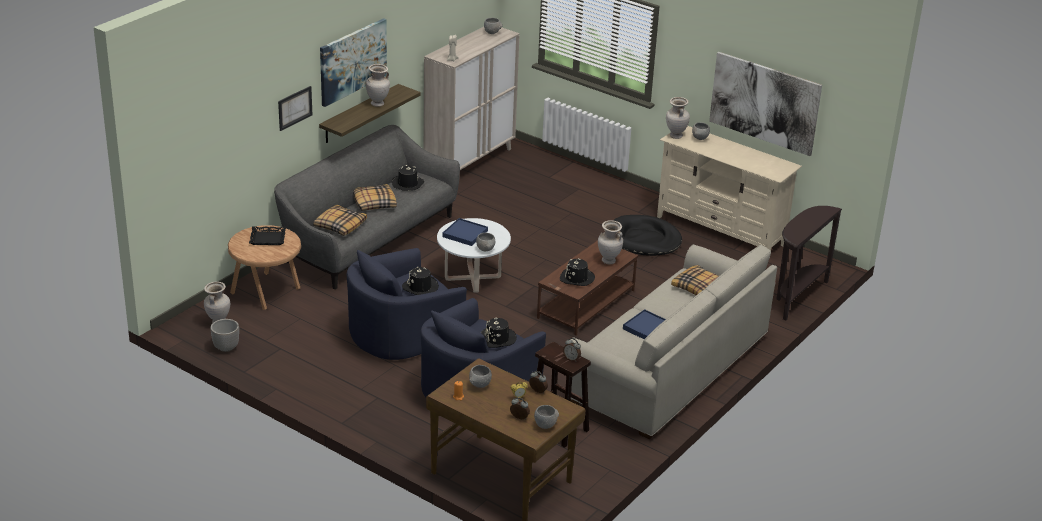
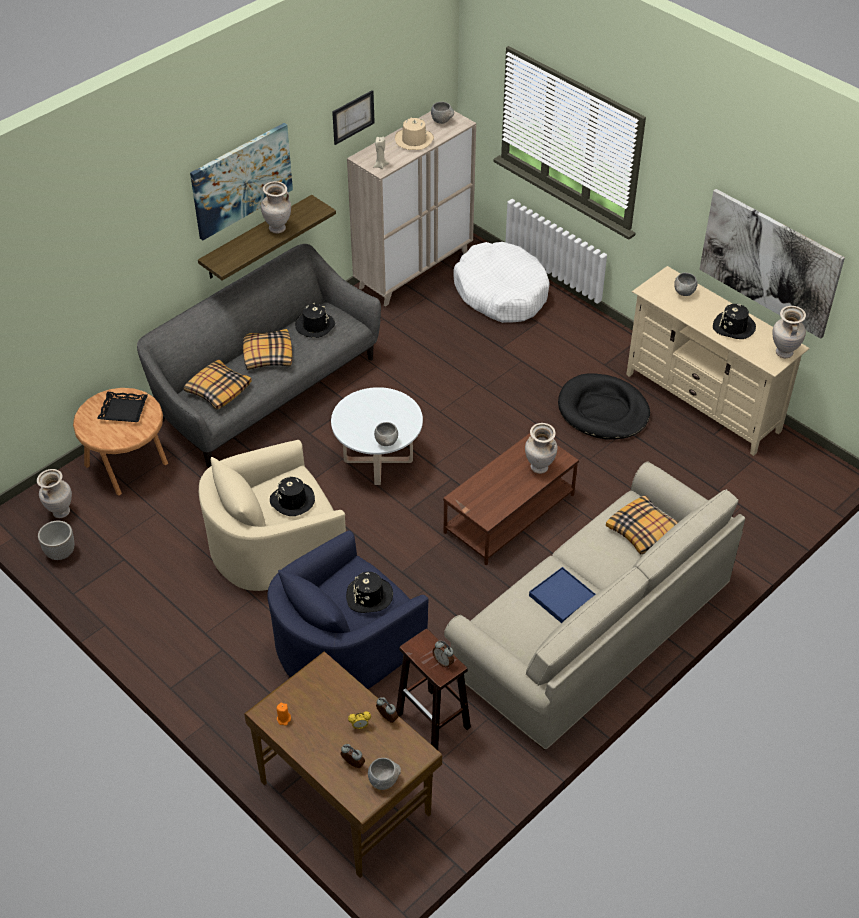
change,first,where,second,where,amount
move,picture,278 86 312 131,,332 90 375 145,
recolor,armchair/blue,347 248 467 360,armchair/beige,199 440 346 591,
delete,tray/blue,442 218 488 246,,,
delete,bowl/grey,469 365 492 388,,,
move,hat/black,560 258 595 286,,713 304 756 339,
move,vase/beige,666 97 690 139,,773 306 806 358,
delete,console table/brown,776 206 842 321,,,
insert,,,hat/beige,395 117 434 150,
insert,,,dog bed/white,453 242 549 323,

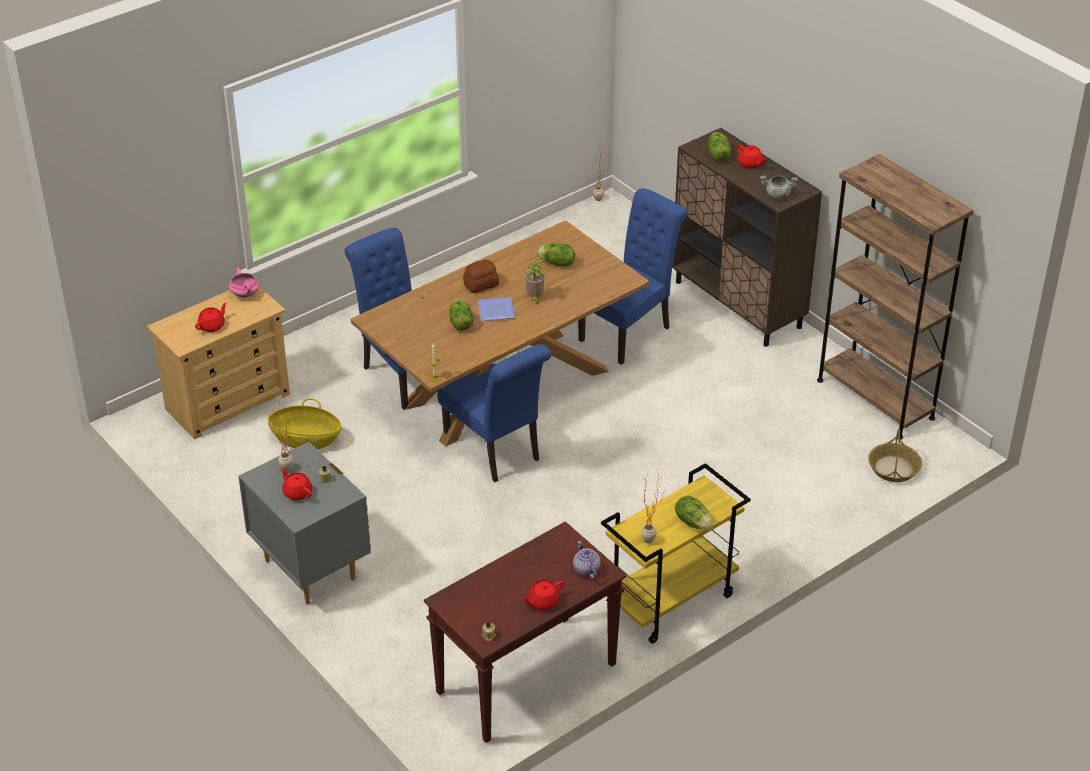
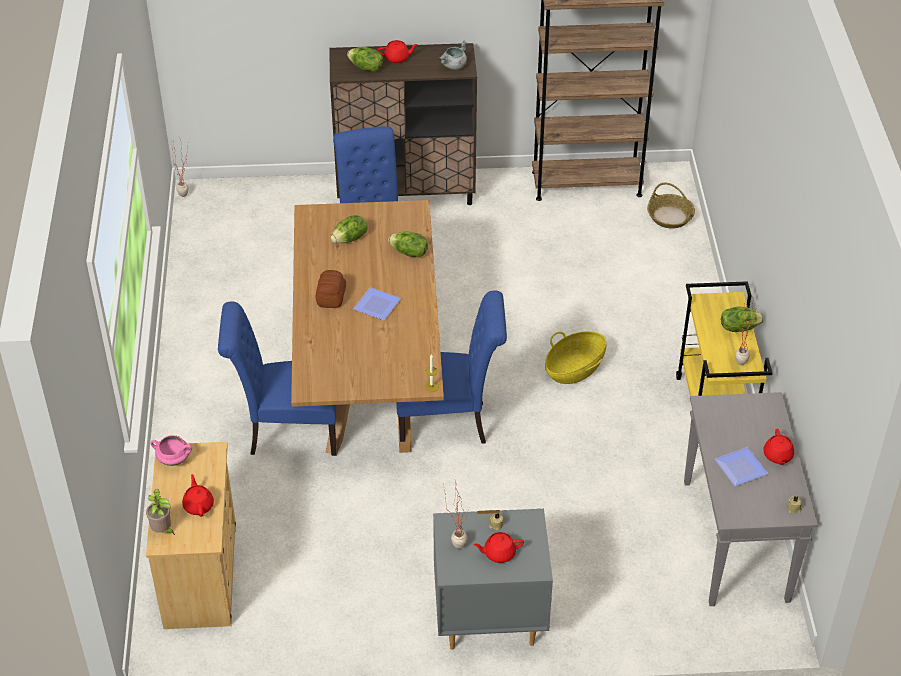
change,first,where,second,where,amount
move,basket,267 398 342 449,,545 331 606 384,
recolor,console table/brown,424 521 627 743,console table/grey,684 392 818 606,
move,lettuce,449 299 473 331,,388 232 428 257,
move,potted plant,525 259 545 305,,146 489 175 535,
delete,teapot,573 541 601 579,,,
insert,,,plate,714 447 768 486,

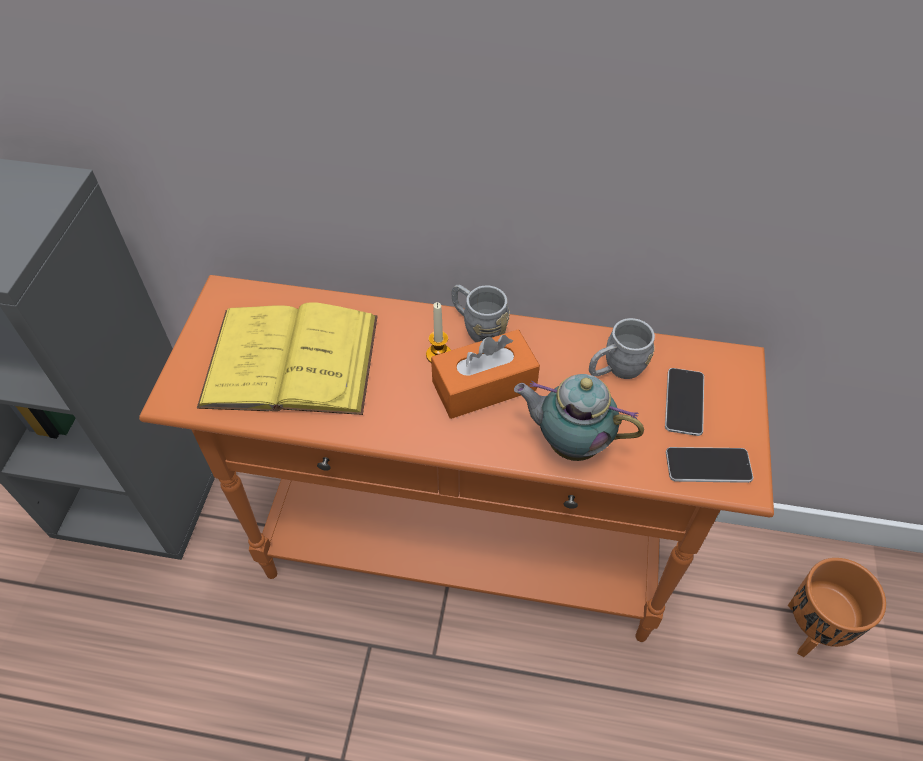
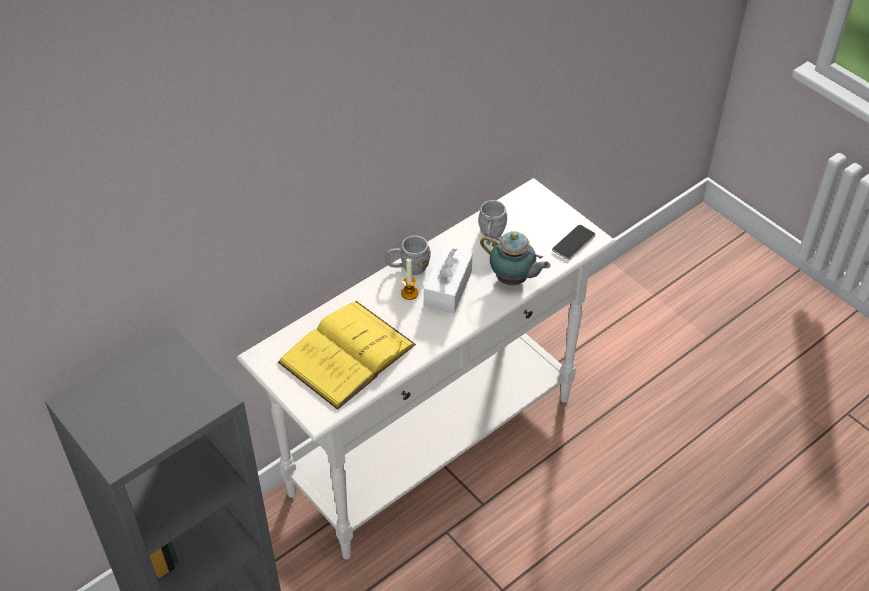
change,first,where,second,where,amount
recolor,console table/orange,139 275 774 642,console table/white,237 178 616 559,
recolor,tissue box/orange,431 330 540 419,tissue box/white,424 247 472 313,
rotate,teapot,514 374 644 461,,480 231 550 285,120 degrees counterclockwise
delete,phone,665 368 704 436,,,
delete,planter/orange,788 558 886 657,,,

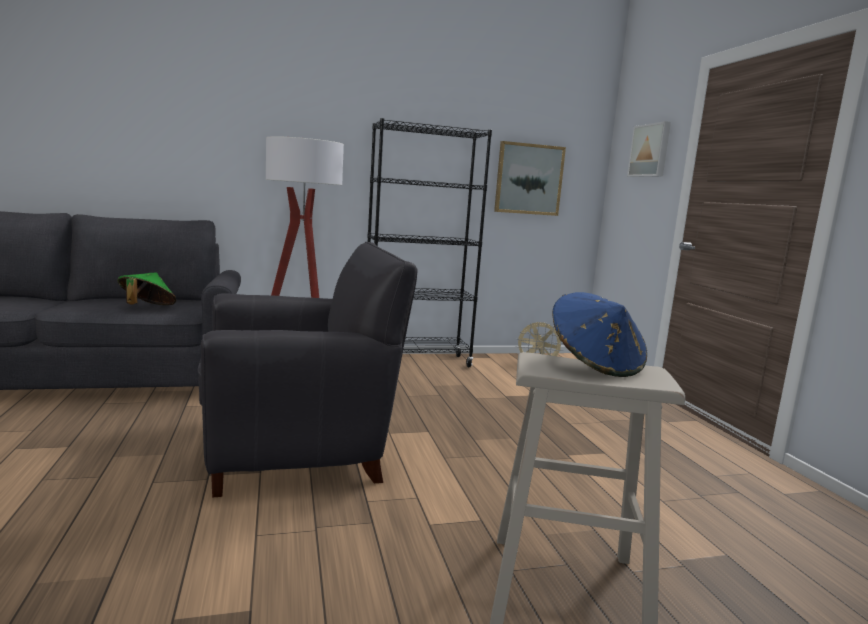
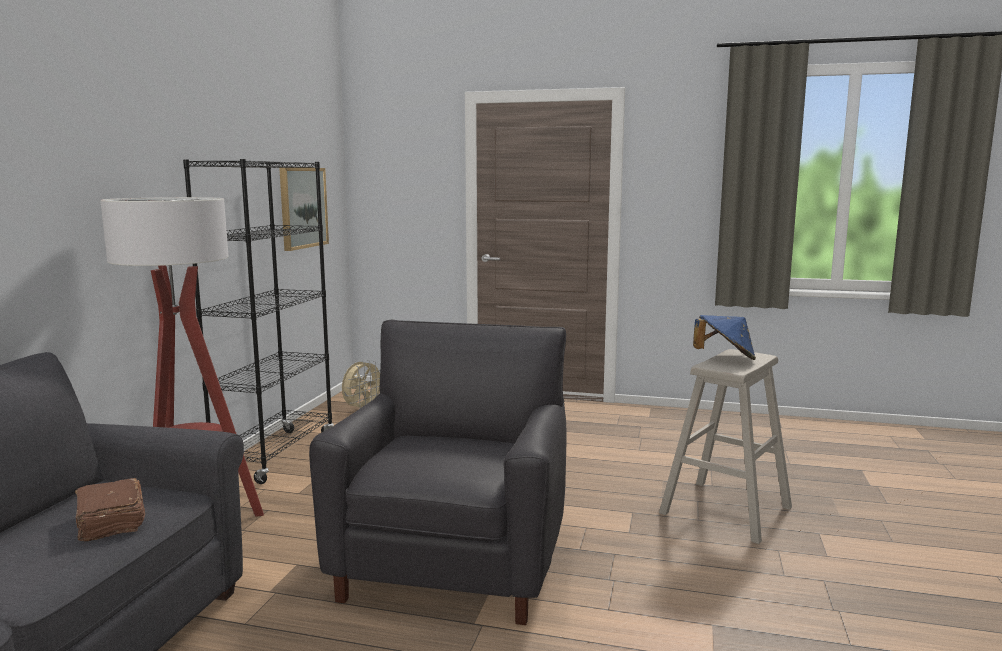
change,first,where,second,where,amount
replace,hat/green,117 272 177 305,book/brown,75 478 145 541,
delete,picture,627 121 671 177,,,

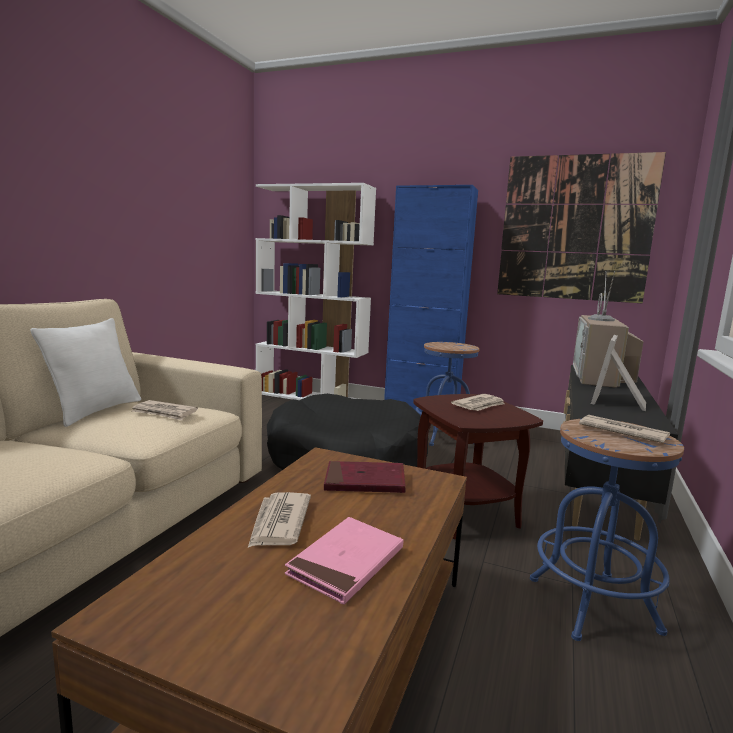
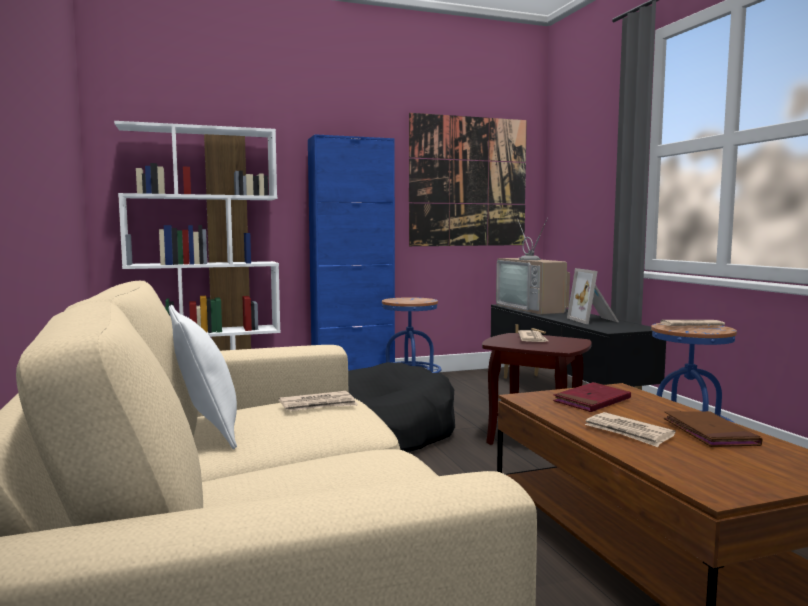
change,first,where,second,where,amount
recolor,book/pink,285 517 404 605,book/brown,664 411 762 447,

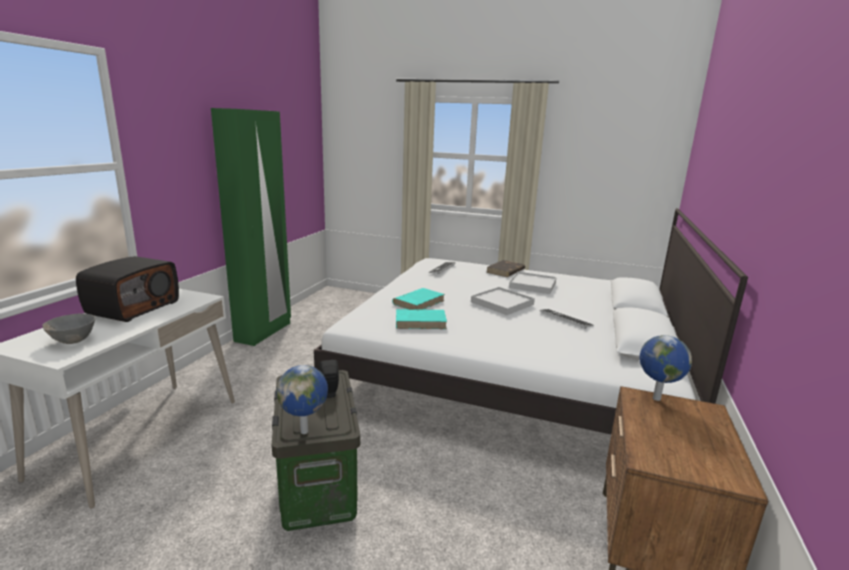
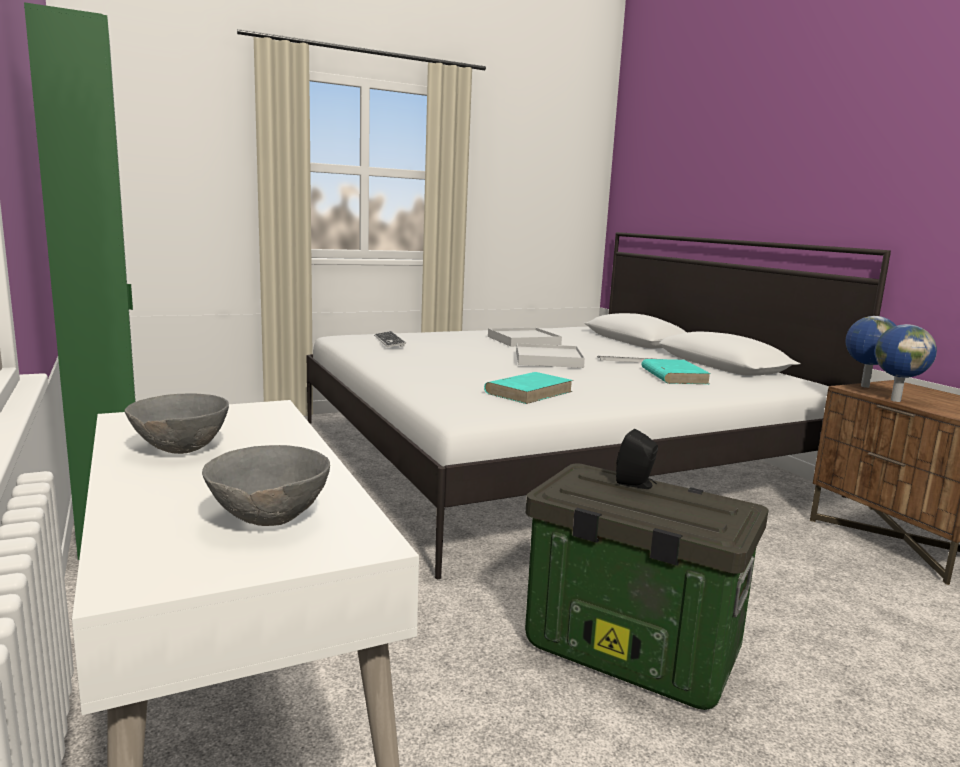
change,first,where,second,where,amount
replace,radio,76 256 179 322,bowl/grey,125 393 229 454,
move,globe,276 365 328 434,,875 324 937 402,
move,book/turquoise,392 288 445 310,,641 359 711 384,
delete,book/brown,486 260 525 277,,,

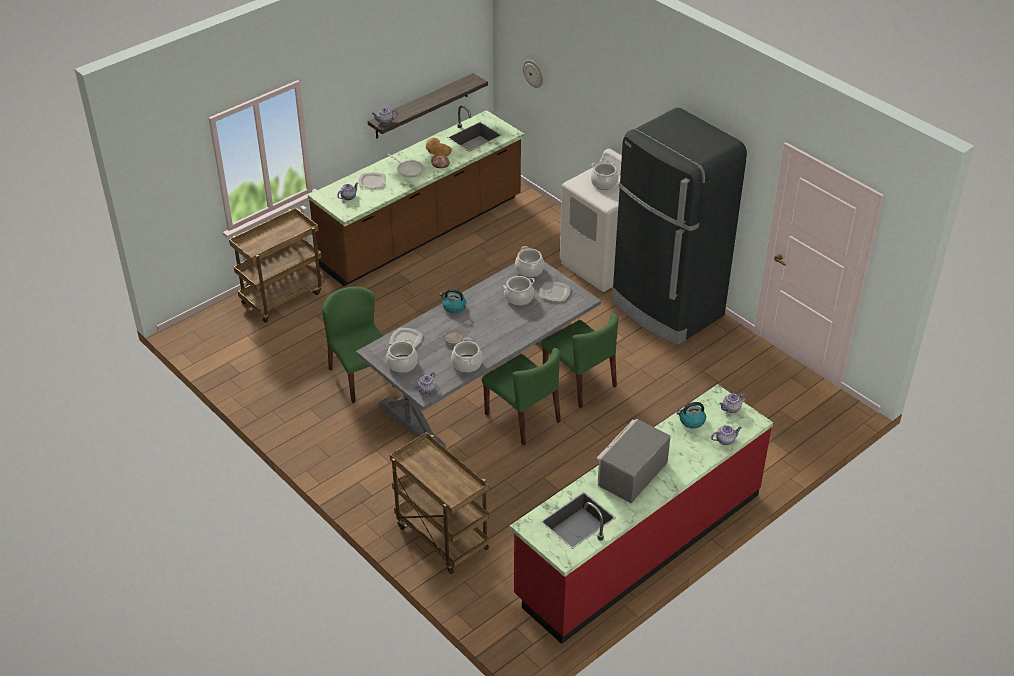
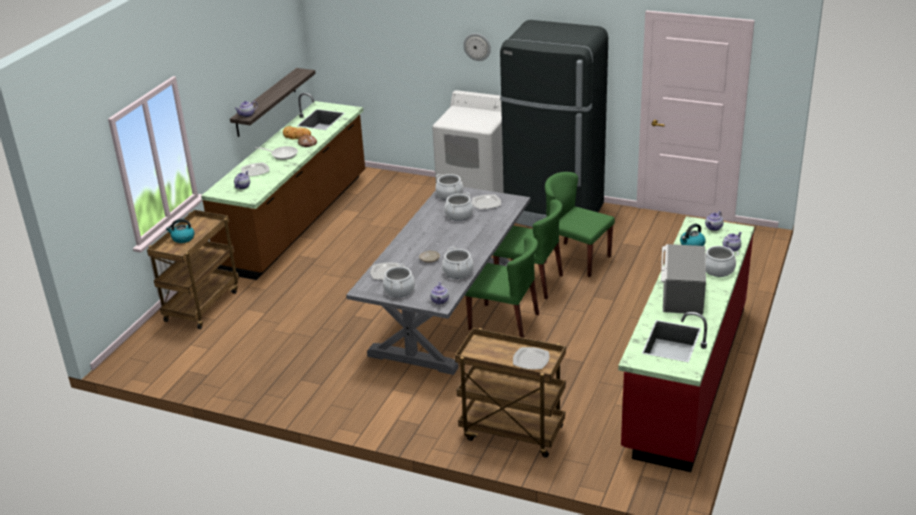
change,first,where,second,where,amount
move,chair/green,322 287 394 403,,544 172 615 277,
move,kettle,439 289 466 313,,166 219 194 243,
move,wall clock,523 60 543 88,,463 33 491 61,
move,cooking pot,591 163 619 190,,705 246 739 277,
insert,,,plate,513 347 549 369,

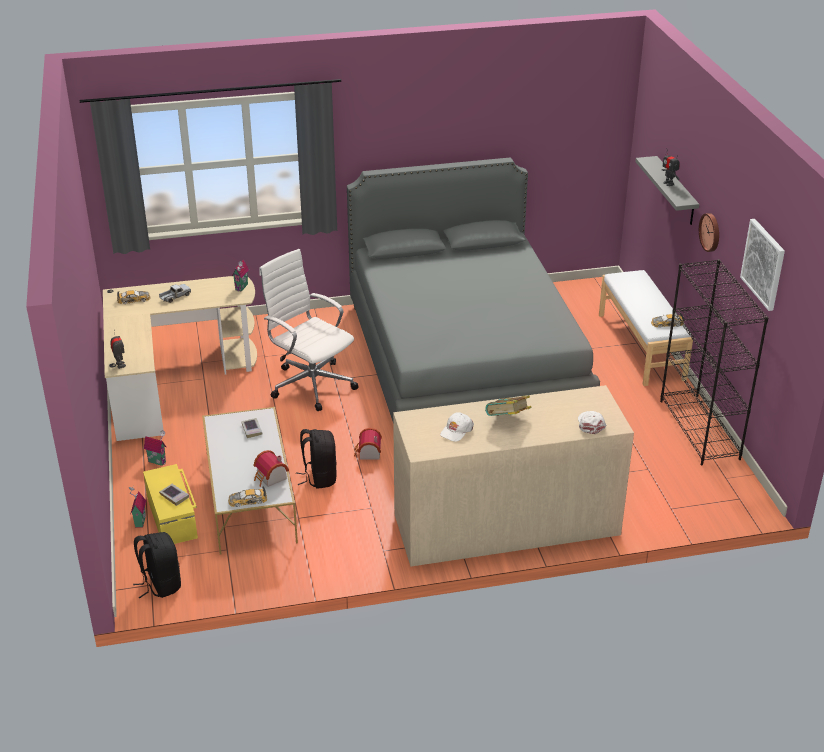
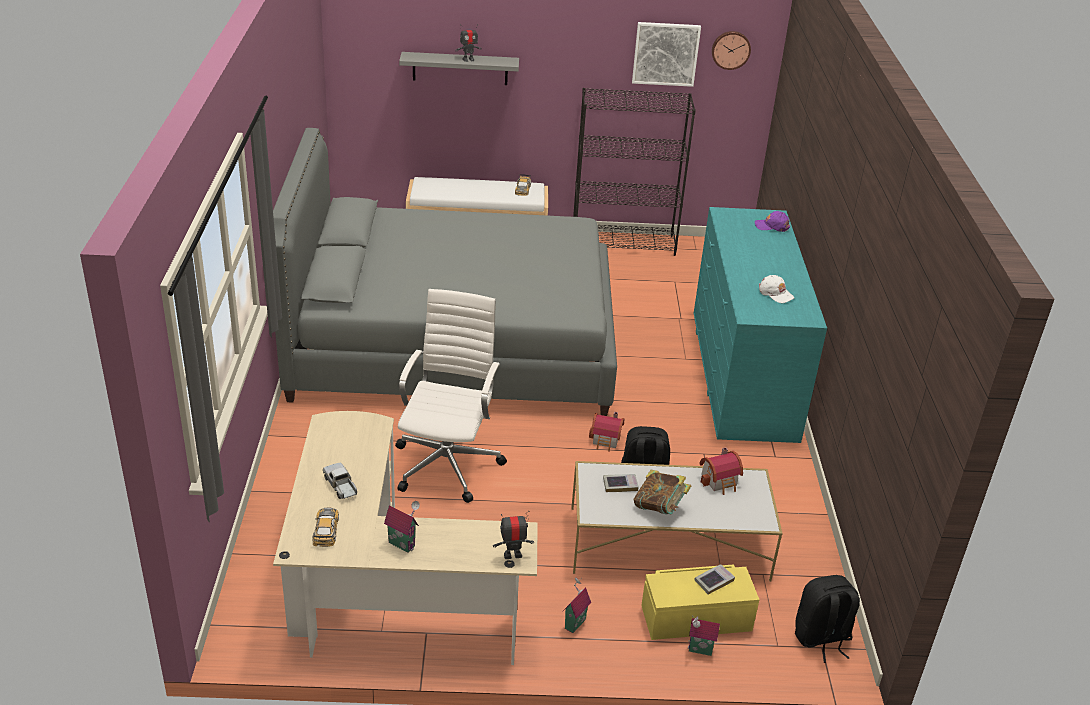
change,first,where,second,where,amount
delete,toy car,228 486 267 507,,,
move,toy house,232 260 249 291,,384 501 420 553,
rotate,office chair/white,259 249 359 411,,395 289 507 503,135 degrees clockwise
recolor,dresser/beige,393 385 634 566,dresser/turquoise,694 207 827 443,
move,book,485 395 531 416,,634 470 691 514,
recolor,cap/white,578 411 606 434,cap/purple,755 211 790 232,
move,wall clock,699 213 719 252,,712 31 751 70,

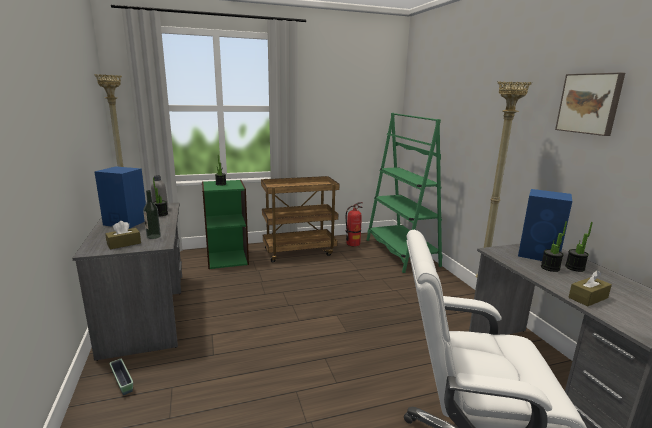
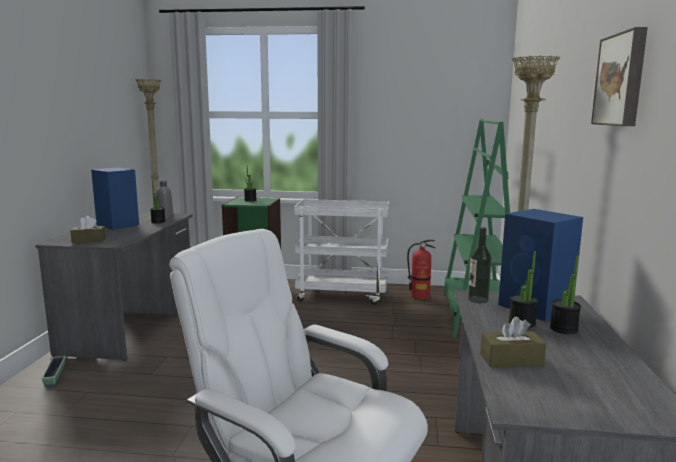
change,first,where,second,where,amount
move,bottle,143 190 161 239,,468 227 492 303,
recolor,cart/brown,261 176 339 263,cart/white,294 199 389 305,

